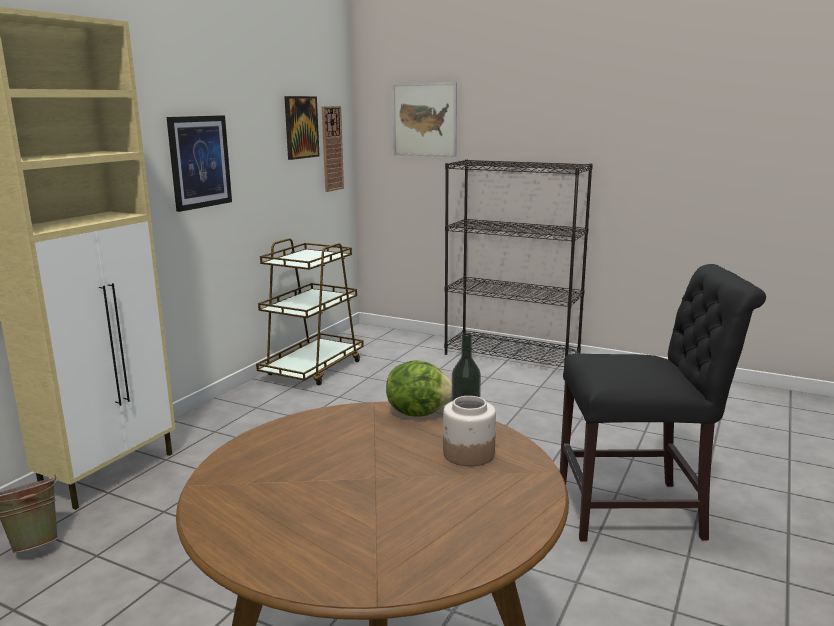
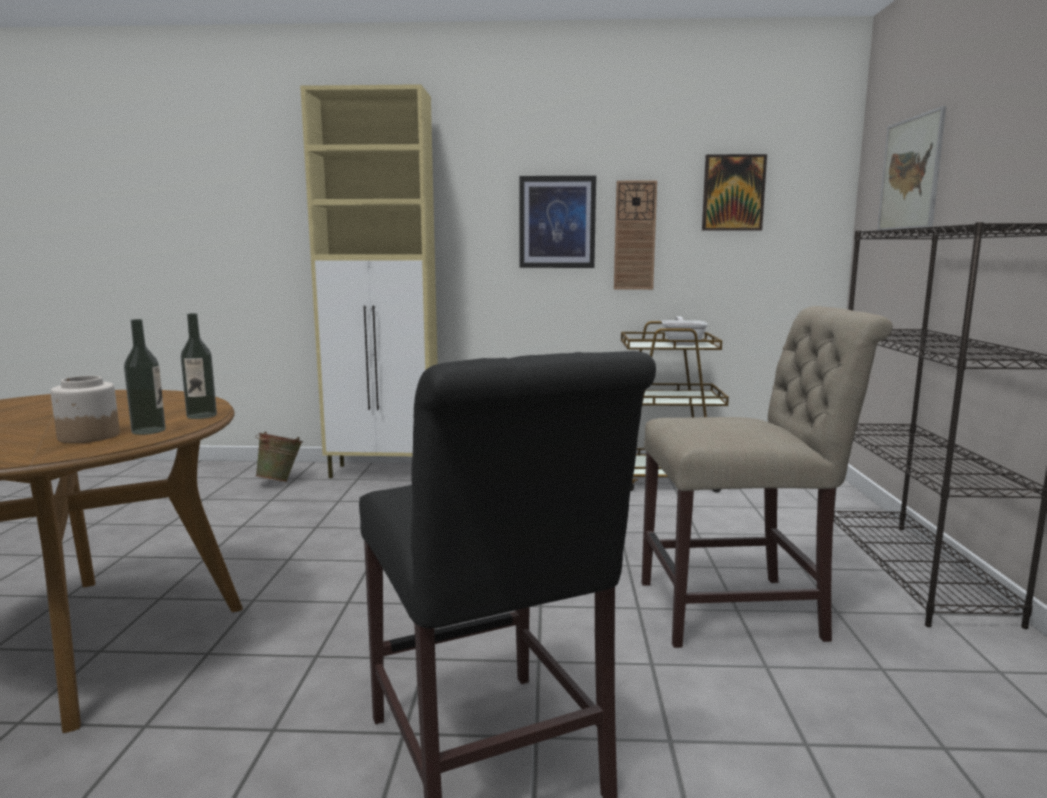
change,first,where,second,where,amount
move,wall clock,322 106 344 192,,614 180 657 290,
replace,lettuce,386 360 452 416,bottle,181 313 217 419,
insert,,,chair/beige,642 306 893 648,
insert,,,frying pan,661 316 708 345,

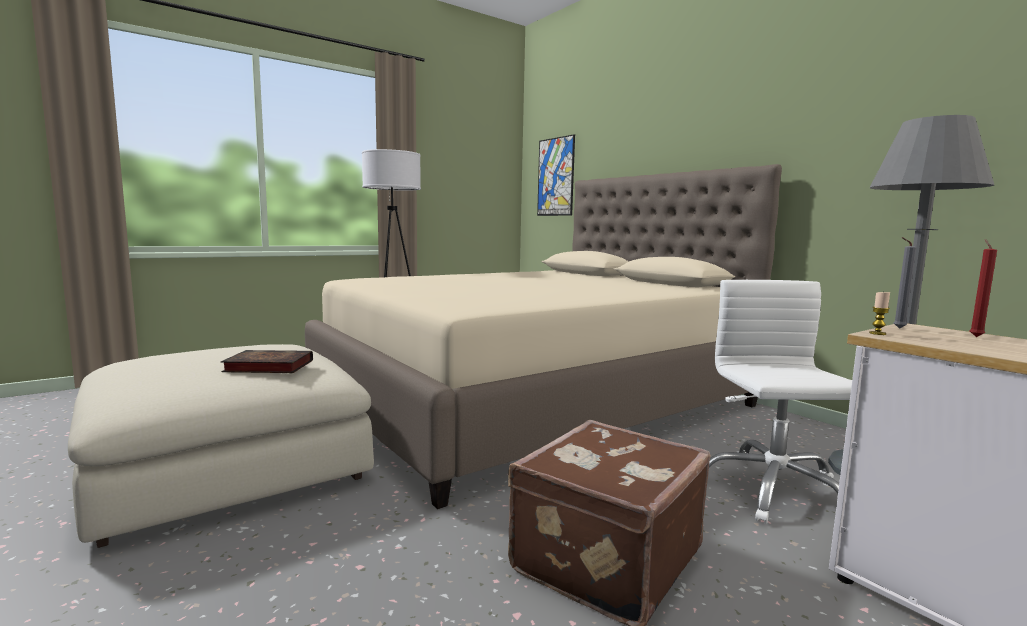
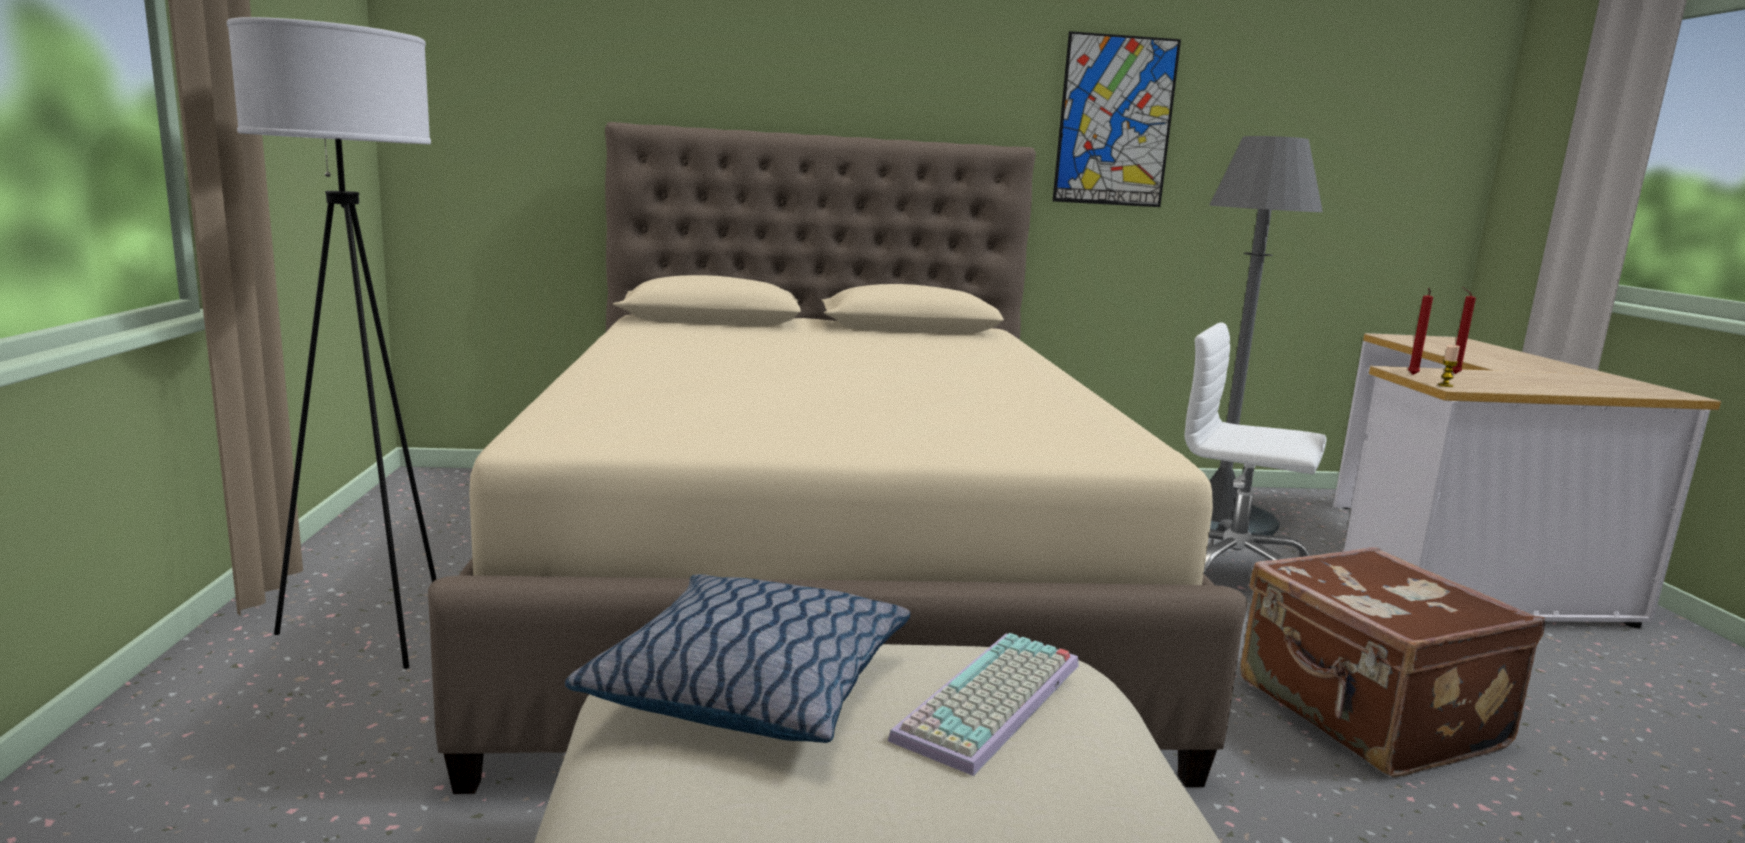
change,first,where,second,where,amount
replace,book,221 350 313 373,keyboard,888 633 1079 776,
move,picture,537 134 575 216,,1052 31 1181 207,
recolor,candle/grey,894 237 917 329,candle/red,1408 288 1433 375,
insert,,,pillow,565 574 910 743,

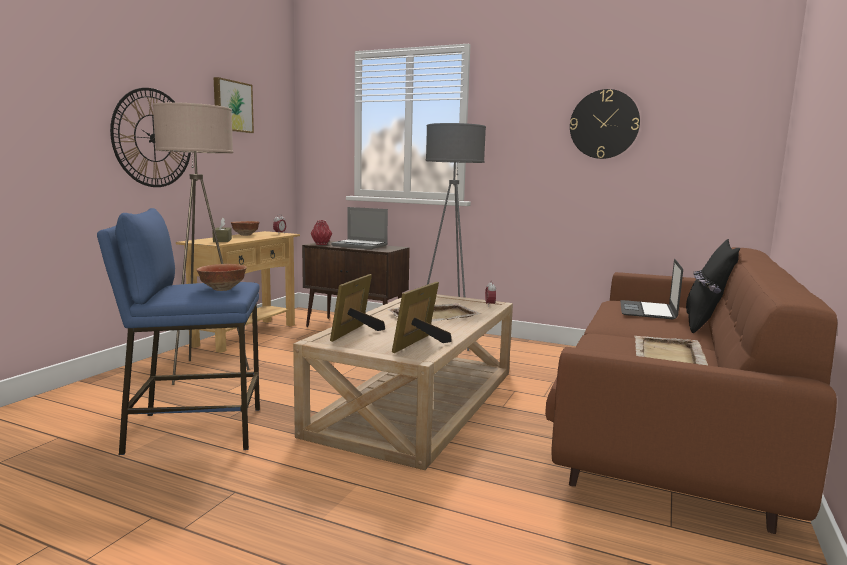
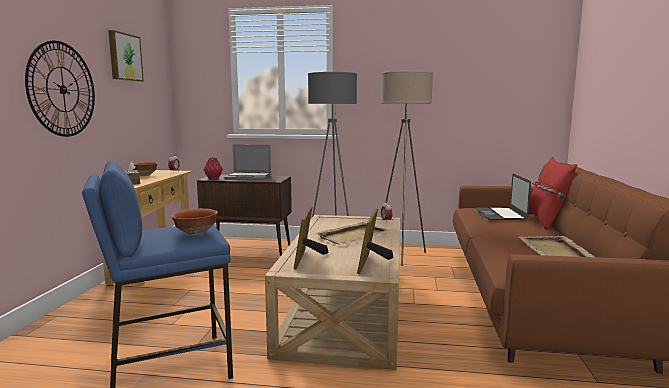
change,first,where,second,where,amount
move,floor lamp/beige,152 102 249 385,,381 71 433 266,
delete,wall clock,570 89 640 159,,,
recolor,pillow/black,686 239 740 333,pillow/red,529 157 577 230,

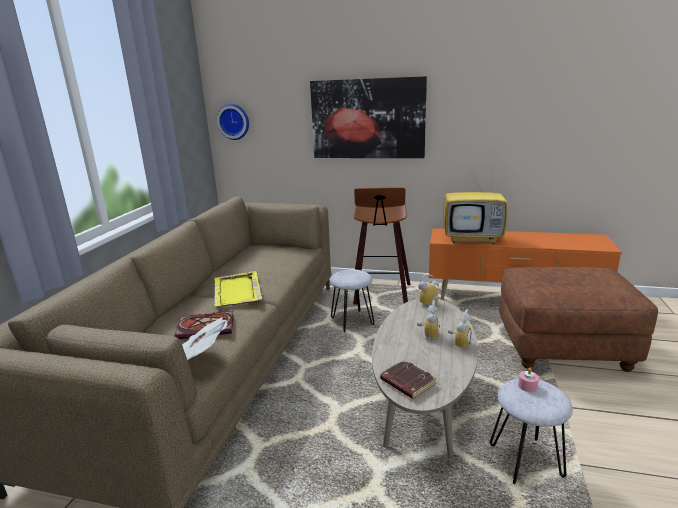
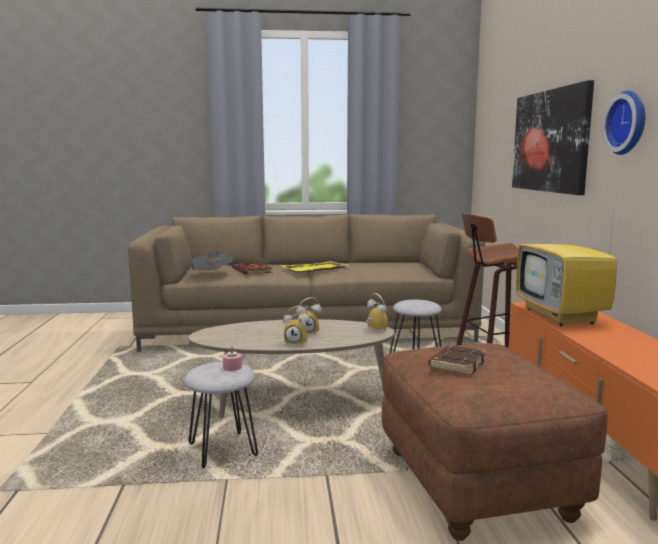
change,first,where,second,where,amount
move,wall clock,217 104 249 140,,602 90 645 155,
move,book/brown,380 360 436 399,,428 345 486 375,

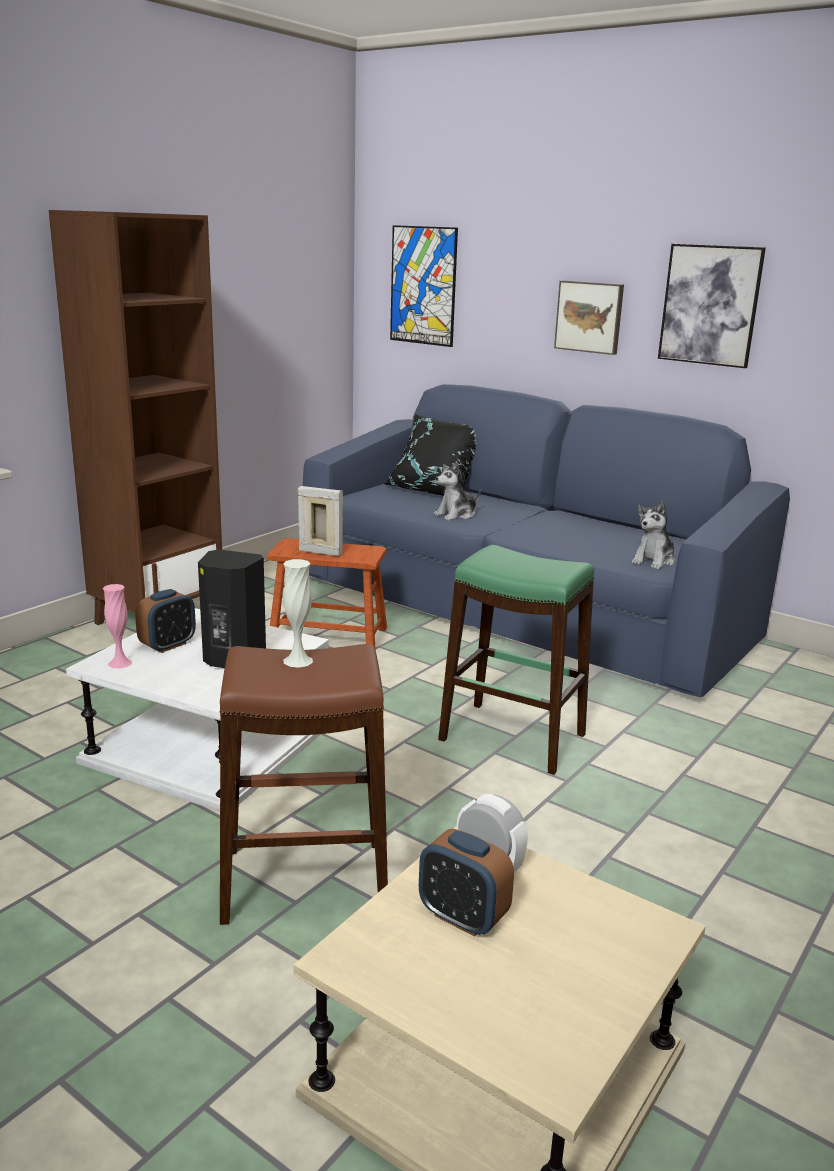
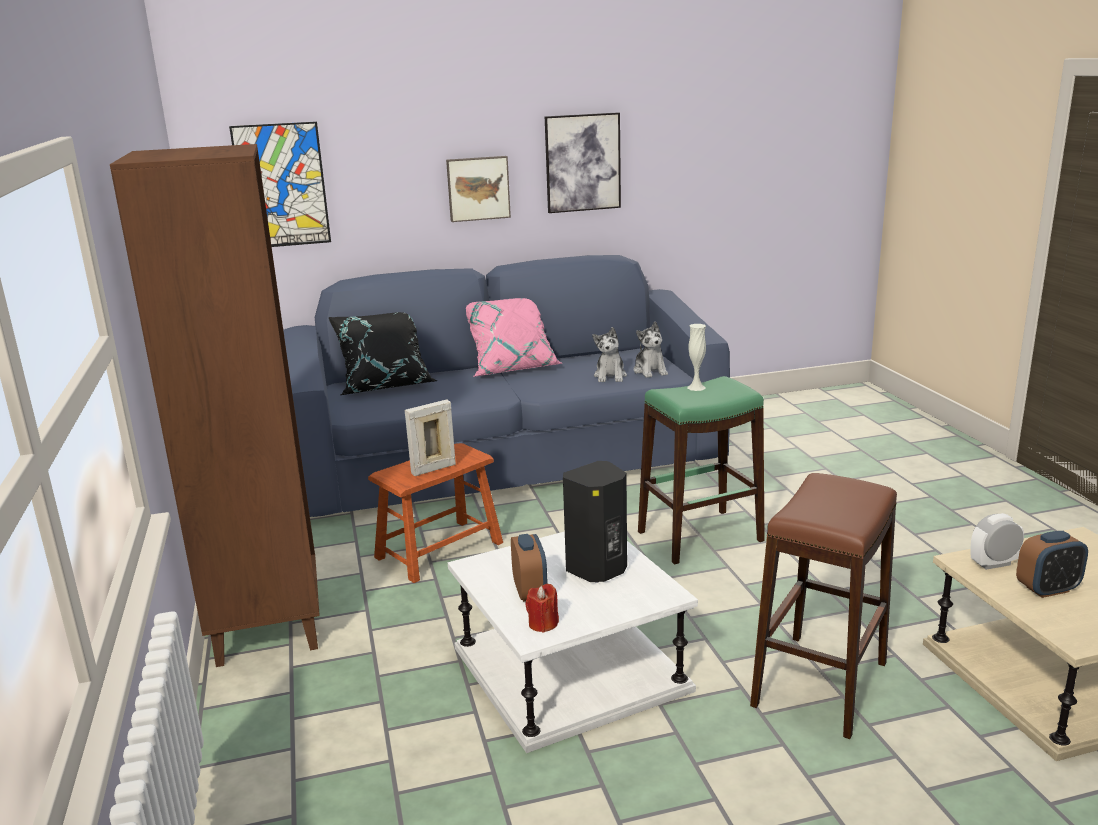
change,first,where,second,where,amount
replace,vase/pink,103 584 132 669,candle/red,525 584 559 633,
move,vase/white,283 559 313 668,,687 324 706 391,
move,plush toy,434 461 481 520,,593 327 627 382,
insert,,,pillow/pink,466 298 562 377,

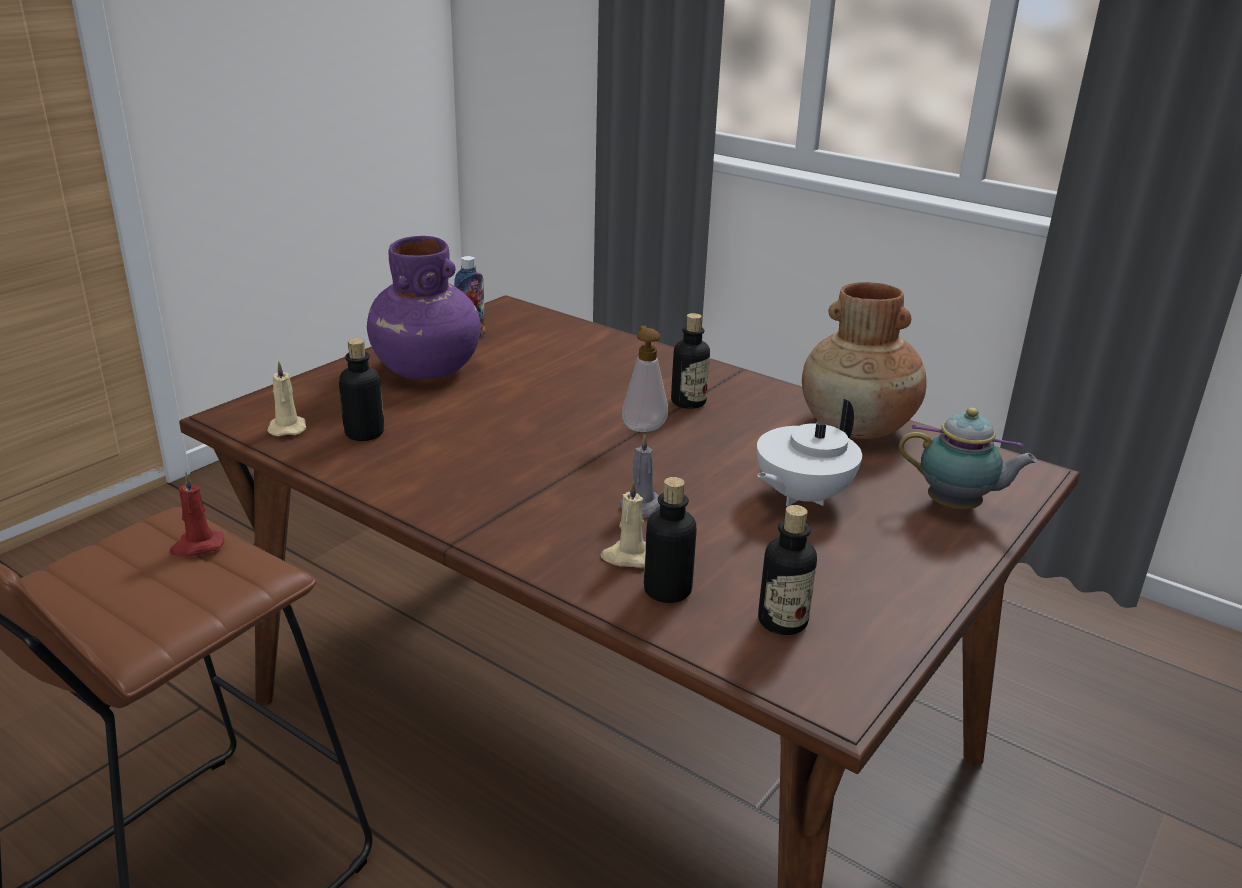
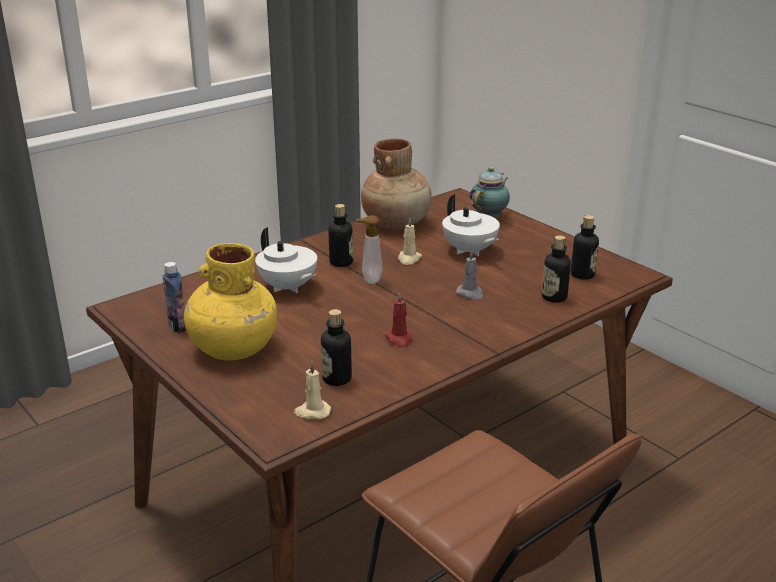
change,first,where,second,where,amount
move,candle/red,169 472 224 556,,385 292 413 348,
recolor,vase/purple,367 236 481 379,vase/yellow,184 243 277 361,
move,candle/beige,600 480 646 568,,398 218 422 265,
insert,,,teapot/white,255 227 317 293,

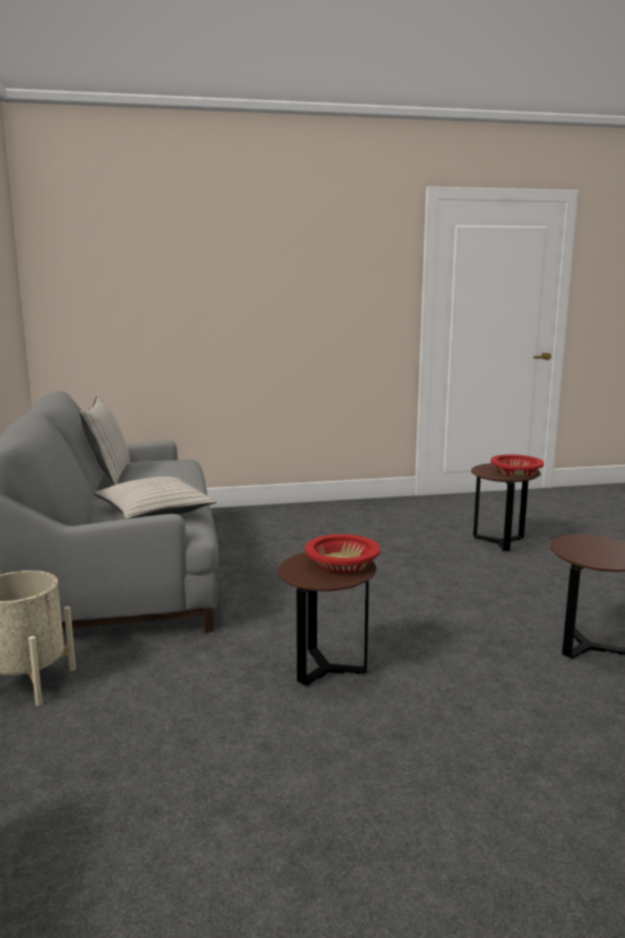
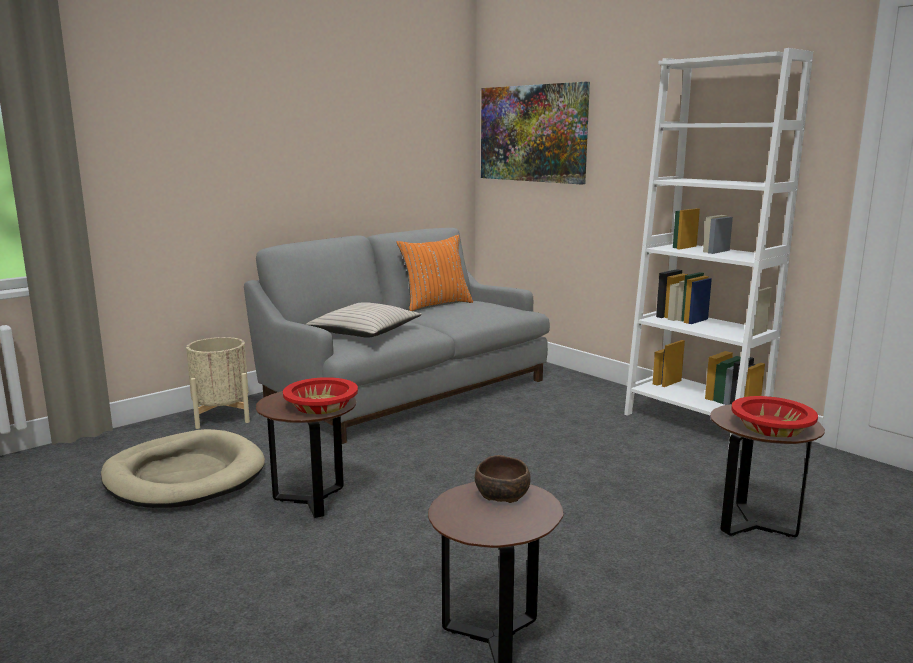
change,first,where,second,where,amount
recolor,pillow/beige,79 396 131 485,pillow/orange,396 235 473 311,
insert,,,dog bed/beige,101 429 265 508,
insert,,,bowl/brown,475 455 530 503,
insert,,,picture,481 82 590 185,
insert,,,bookcase/white,624 48 813 449,

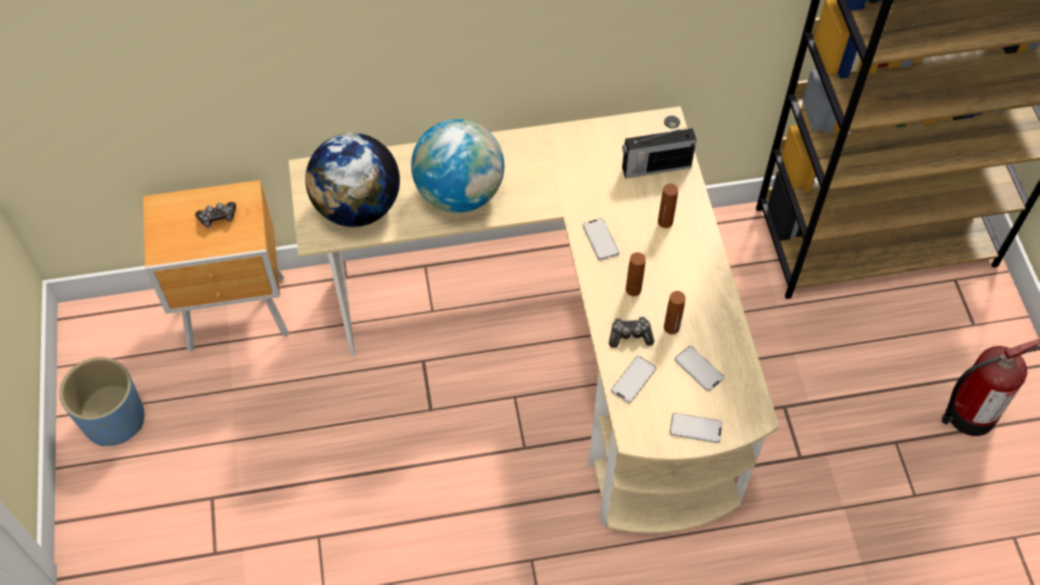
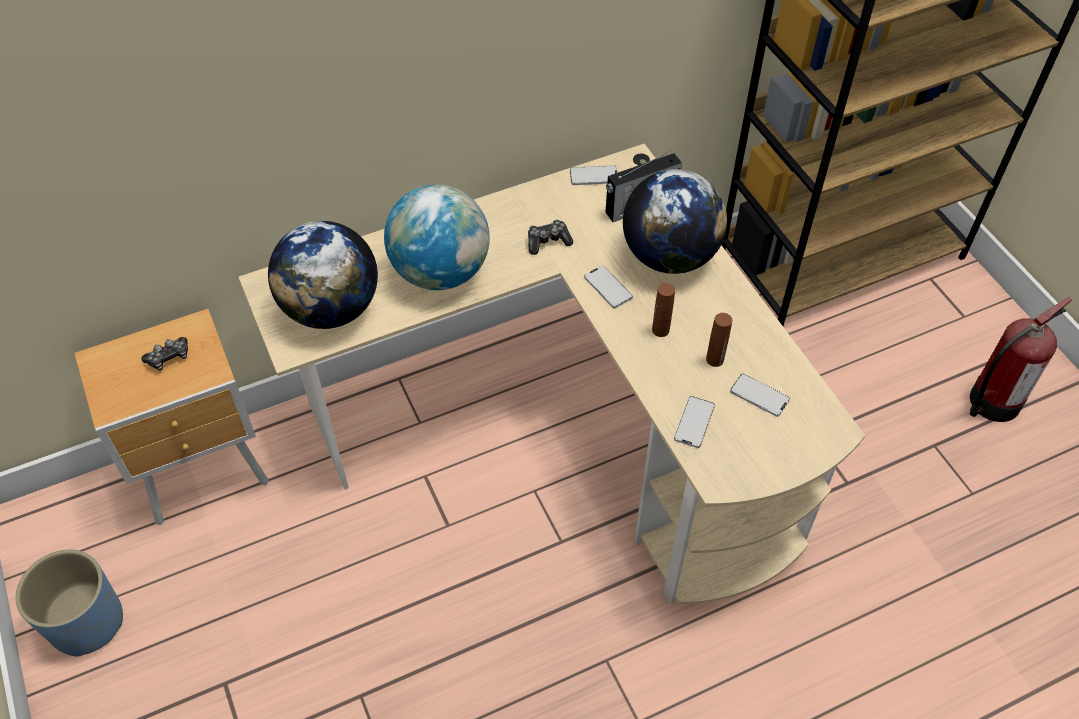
change,first,where,second,where,amount
move,game controller,609 317 654 348,,528 220 573 255,
replace,bottle/brown,658 184 678 228,globe,623 169 727 274,
move,phone,670 413 722 443,,570 165 617 185,

